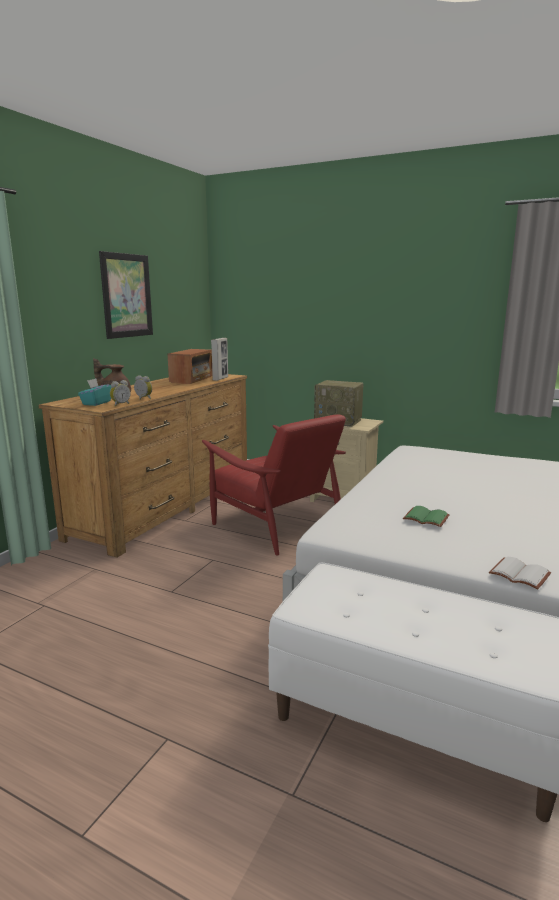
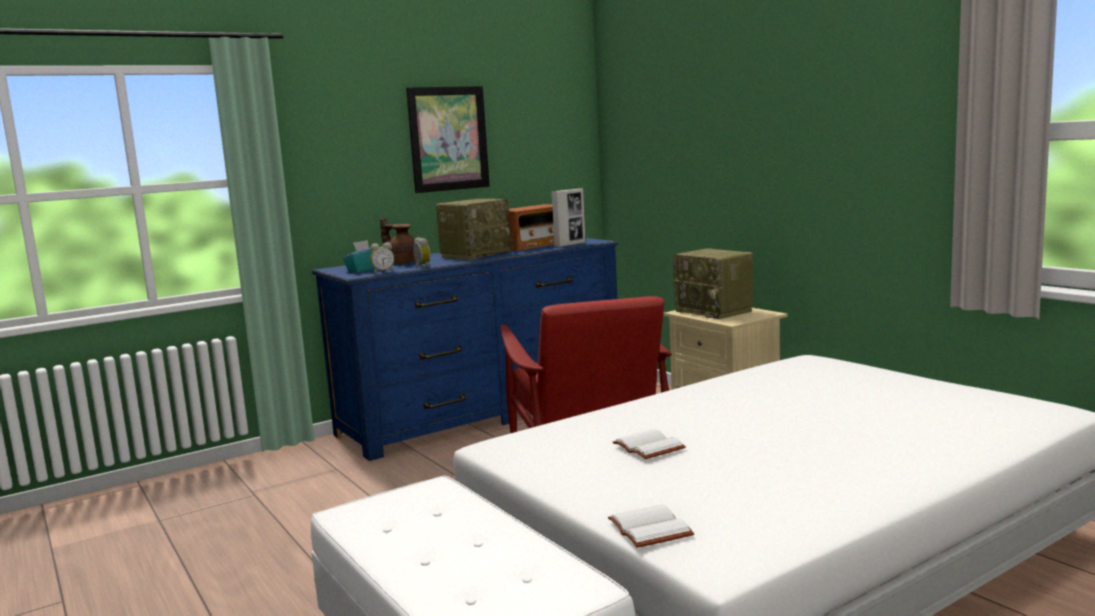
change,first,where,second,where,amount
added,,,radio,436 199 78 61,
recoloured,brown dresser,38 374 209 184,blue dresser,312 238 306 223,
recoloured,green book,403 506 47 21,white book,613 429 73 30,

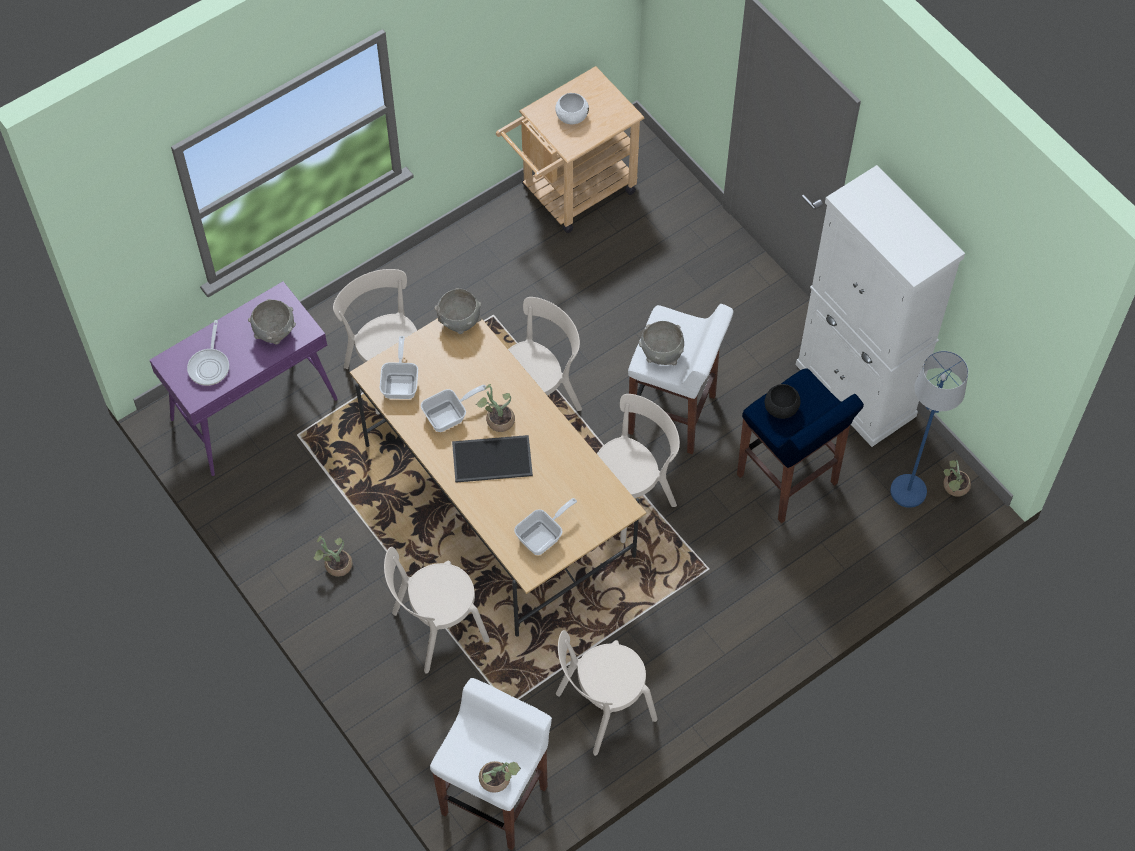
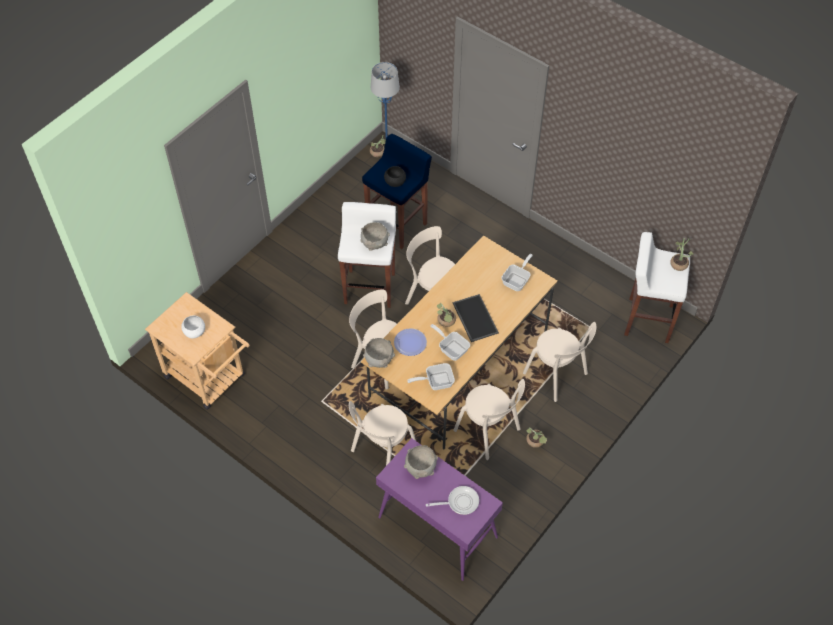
change,first,where,second,where,amount
removed,white cabinet,796 165 169 282,,,
added,,,plate,394 328 33 28,
moved,beige chair,556 630 102 126,,454 379 71 81,
turned,frying pan,514 498 63 57,,501 254 32 37,90 degrees clockwise

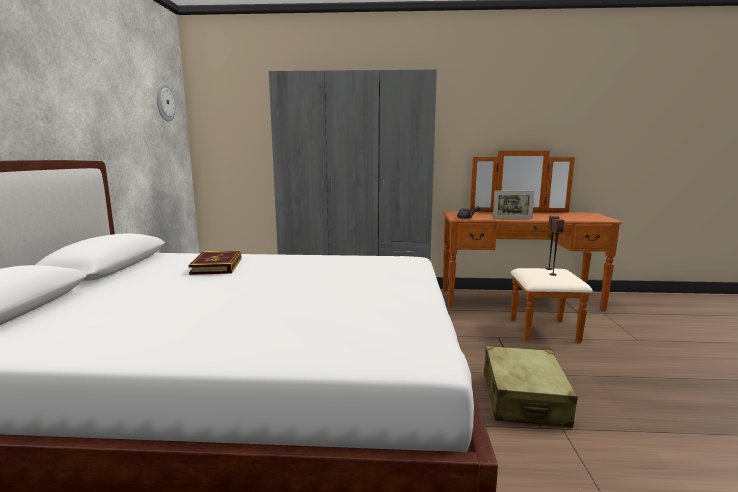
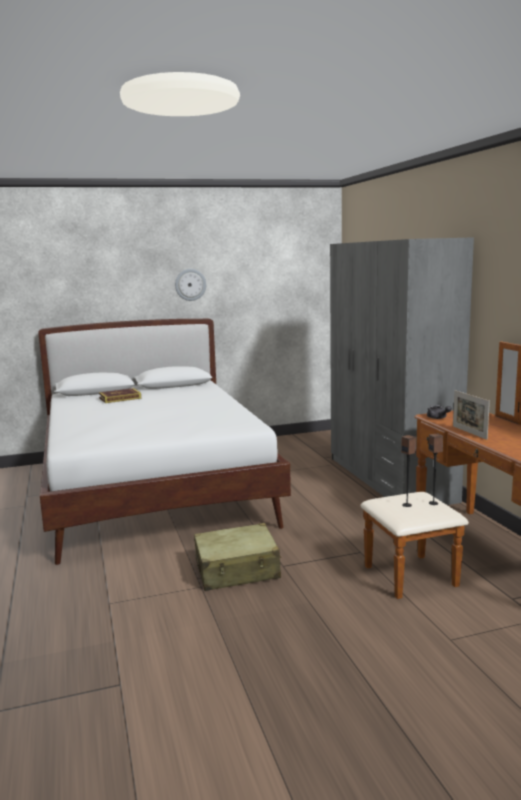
change,first,where,second,where,amount
moved,wall clock,156 83 20 38,,175 269 31 32,
moved,book,188 250 54 25,,99 388 42 15,

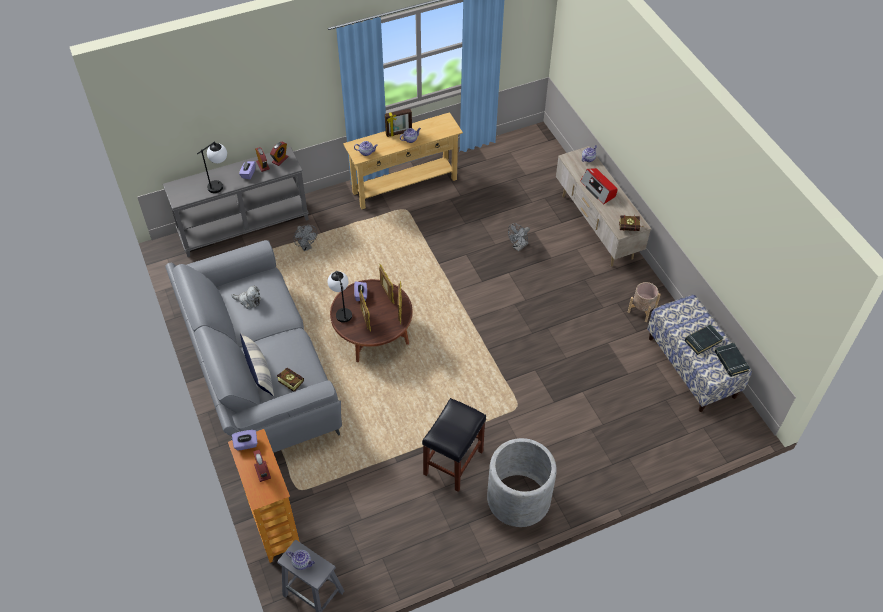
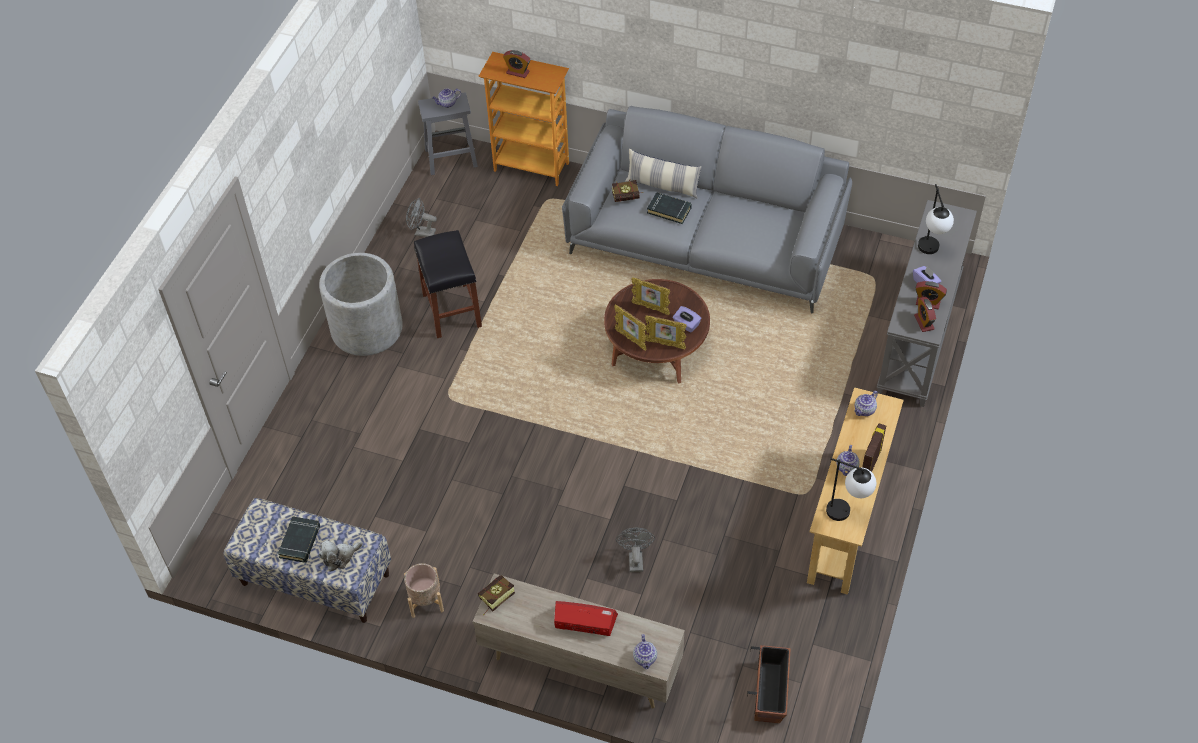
change,first,where,second,where,amount
removed,purple tissue box,232 430 25 21,,,
added,,,planter,747 645 44 78,
moved,plush toy,231 286 30 23,,319 540 44 31,
moved,grey fan,293 225 24 26,,406 198 31 39,
moved,table lamp,327 271 25 52,,826 458 50 63,
moved,black book,715 343 35 34,,647 192 45 32,

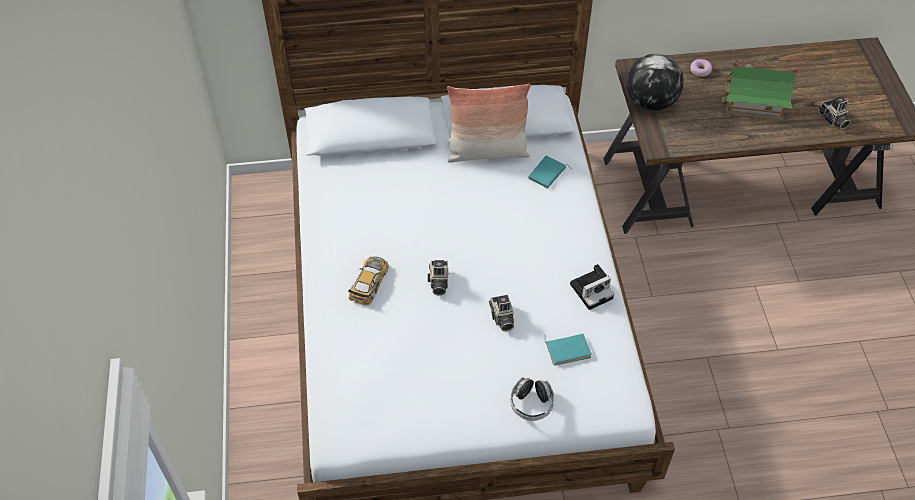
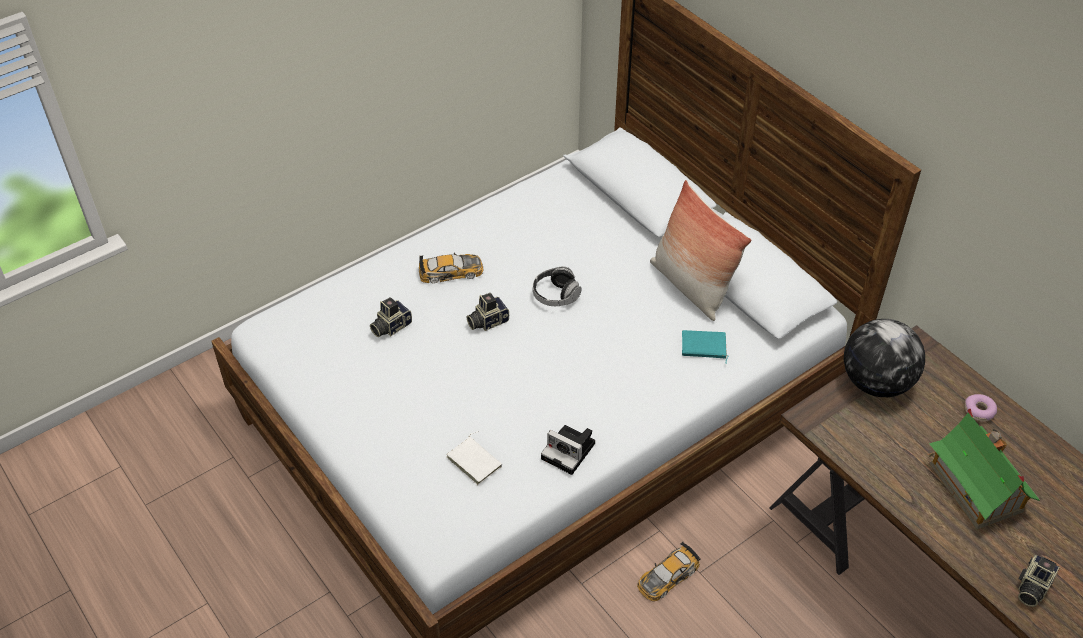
change,first,where,second,where,amount
added,,,toy car,637 542 64 60,
moved,photo camera,489 294 25 37,,370 297 42 40,
moved,headphones,511 377 43 44,,533 266 49 40,
recoloured,turquoise book,544 334 48 32,white book,447 431 55 54,

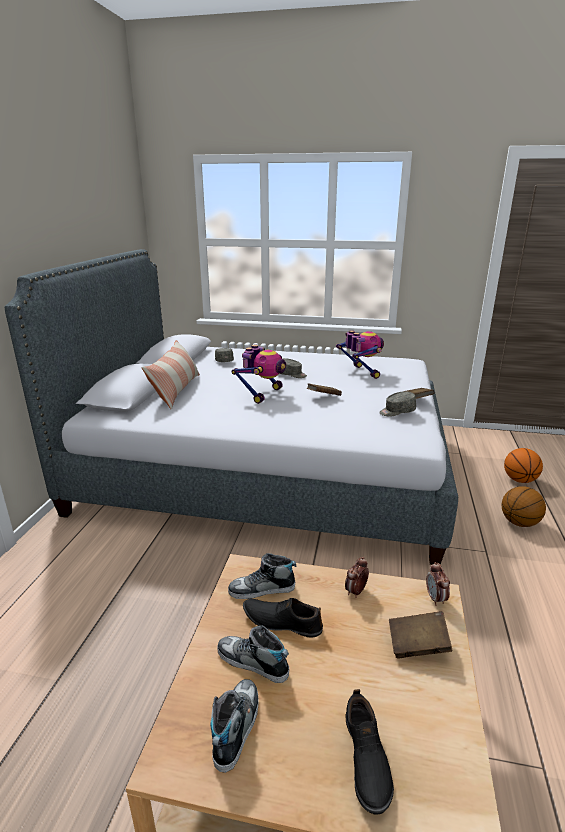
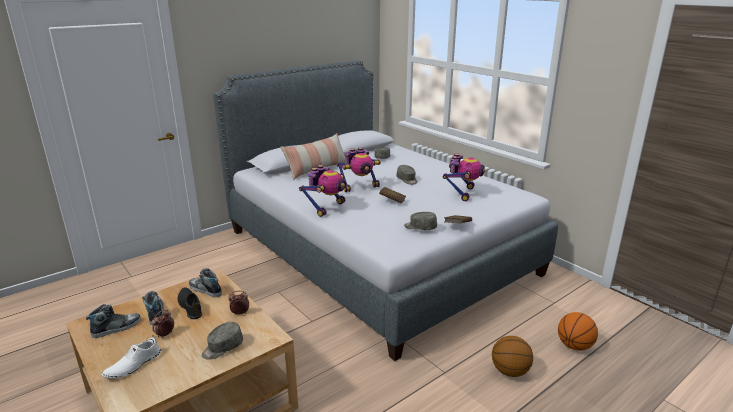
change,first,where,second,where,amount
added,,,toy robot,299 165 47 52,
moved,alarm clock,426 562 24 44,,152 310 22 28,
replaced,brown book,389 611 64 48,grey cap,202 322 41 38,
recoloured,black shoe,346 689 48 126,white shoe,102 335 59 44,

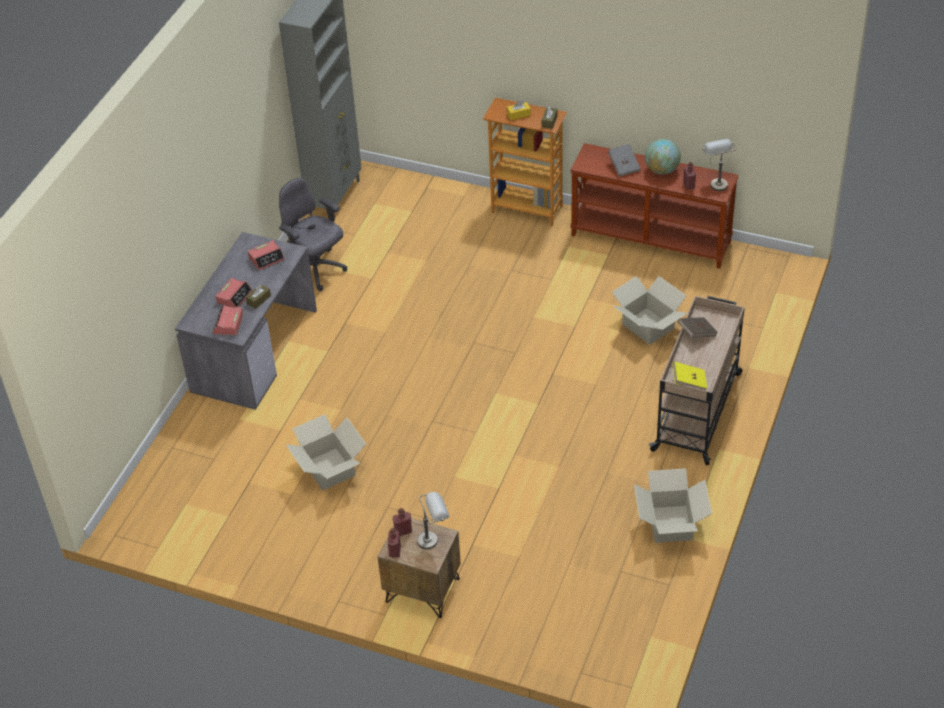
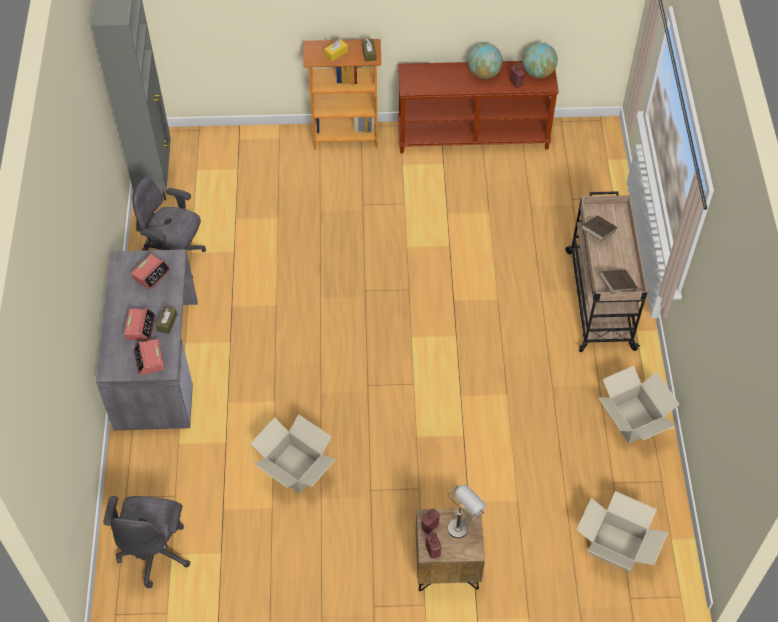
change,first,where,second,where,amount
removed,grey book,608 144 33 33,,,
added,,,grey office chair,103 496 88 92,
moved,cardboard box,612 276 75 69,,576 491 92 81,
replaced,grey table lamp,702 139 34 52,globe,523 43 35 35,
recoloured,yellow book,673 362 34 28,brown book,599 270 39 23,

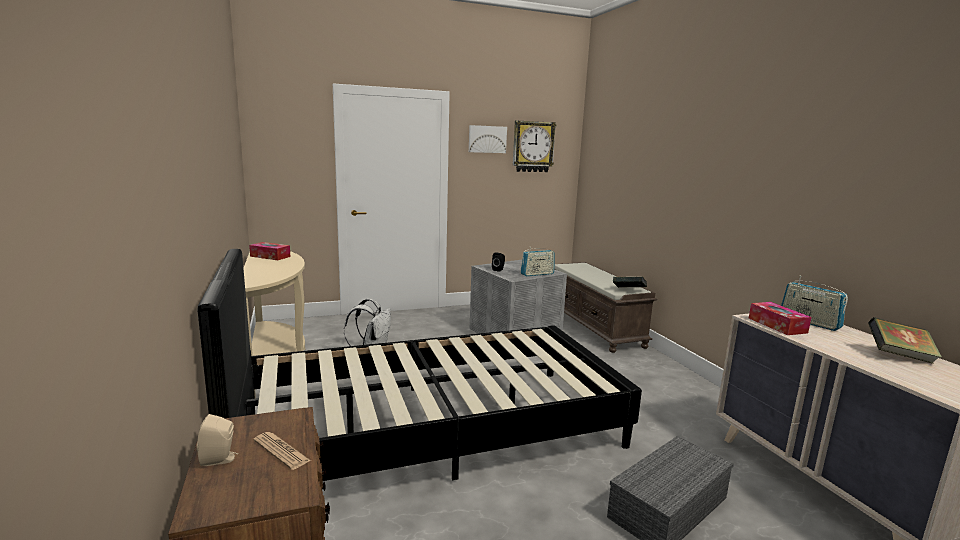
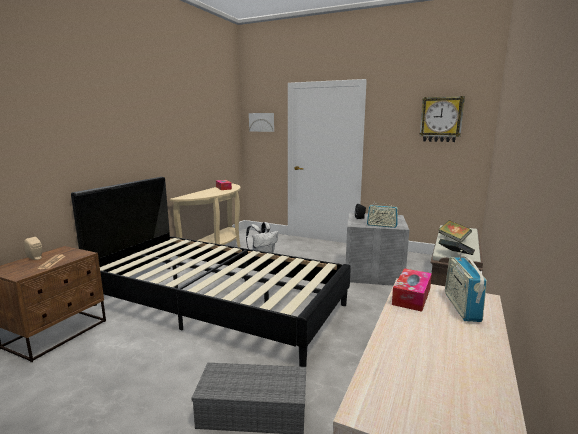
change,first,where,second,where,amount
moved,picture,469 125 38 28,,249 113 25 19,
moved,book,868 317 74 47,,439 220 33 23,

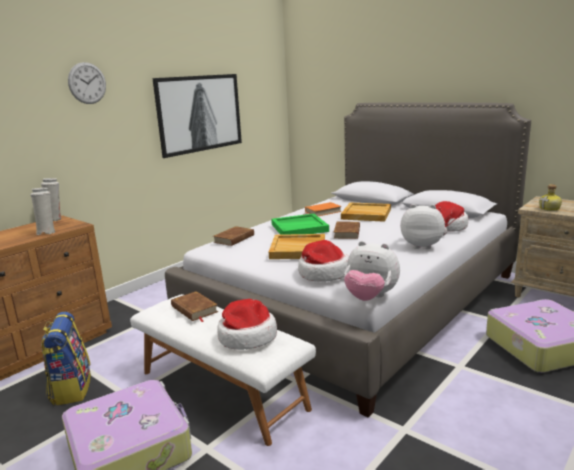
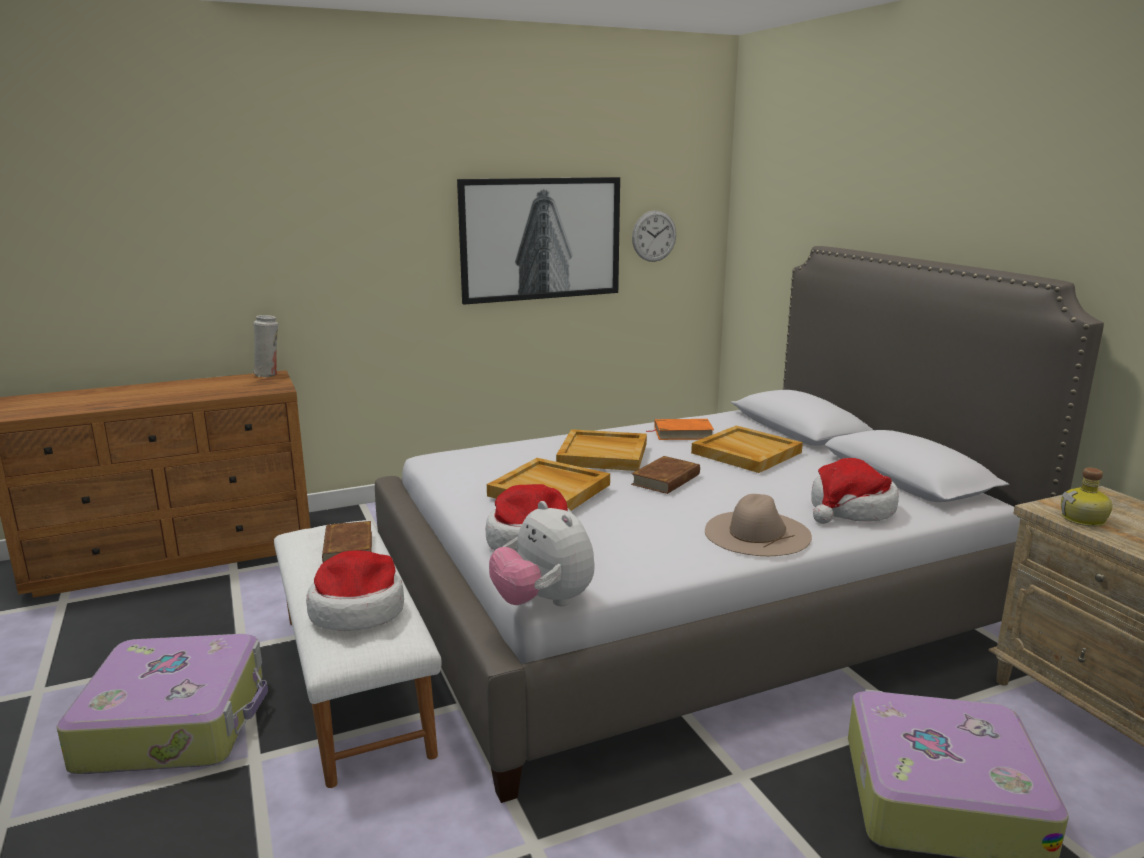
change,first,where,second,where,amount
removed,white vase,31 188 24 47,,,
removed,backpack,41 312 50 93,,,
removed,brown book,213 226 41 20,,,
moved,wall clock,68 62 38 42,,632 210 44 52,
replaced,plush toy,400 204 45 45,beige hat,705 494 107 62,
recoloured,green tray,271 214 58 21,beige tray,556 429 91 42,

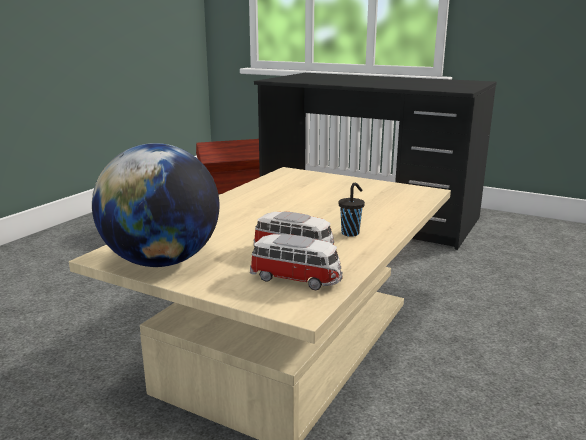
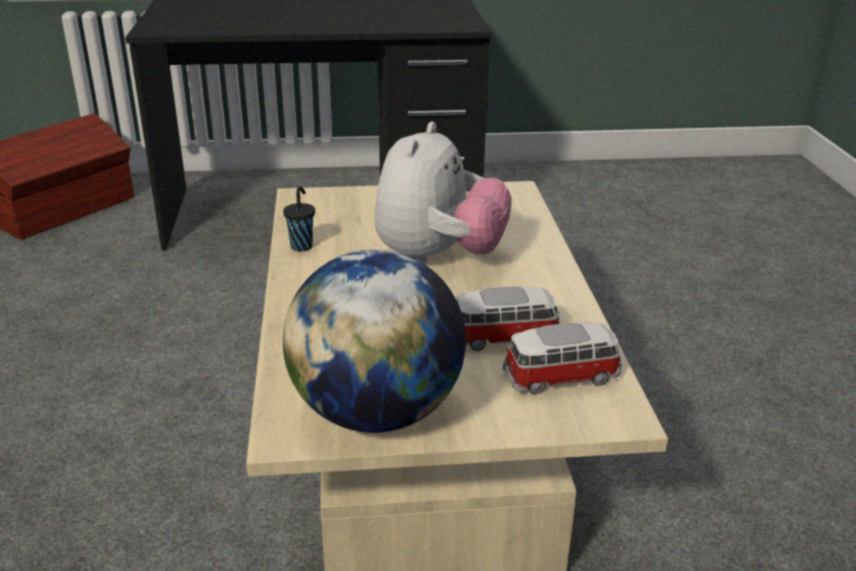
change,first,where,second,where,amount
added,,,plush toy,374 122 138 142,
moved,black cup,339 183 26 54,,283 186 32 66,

